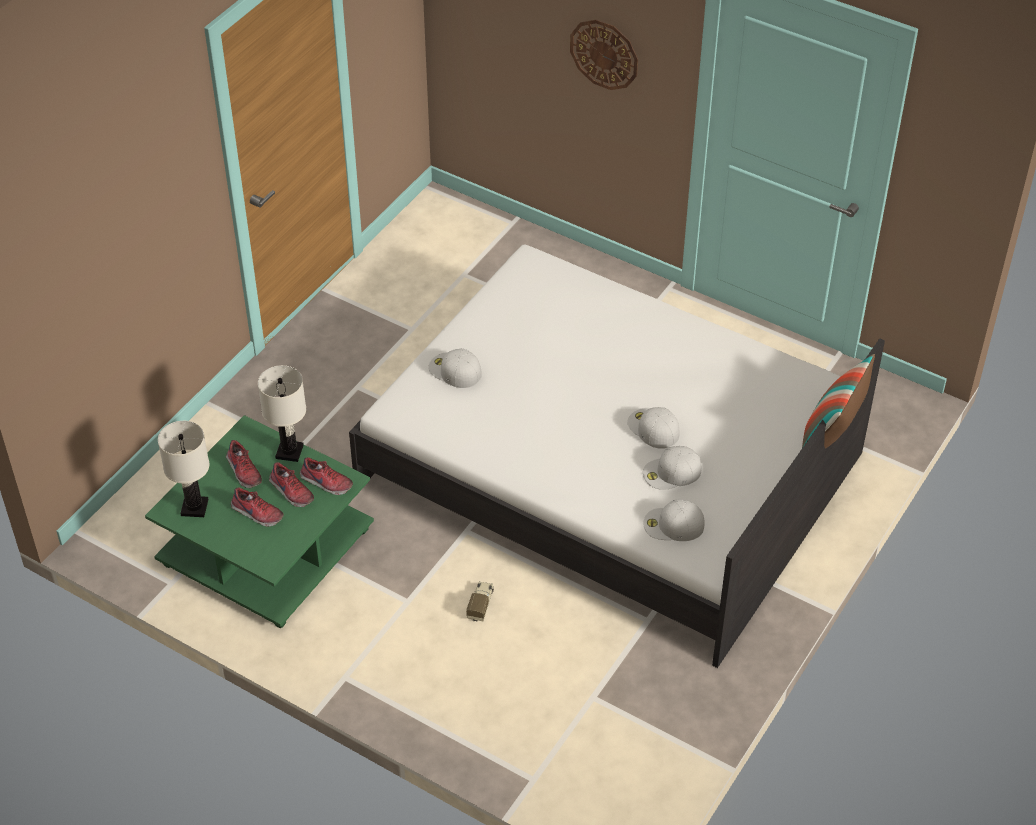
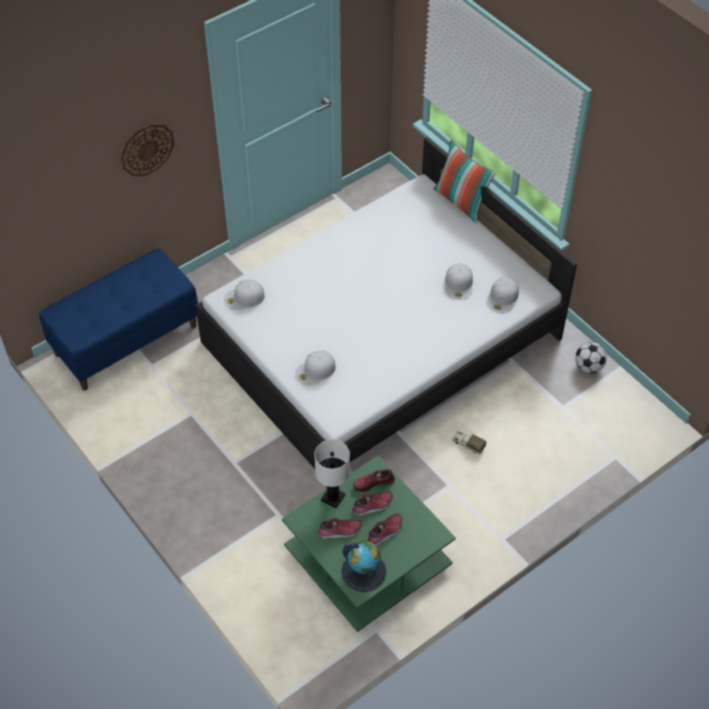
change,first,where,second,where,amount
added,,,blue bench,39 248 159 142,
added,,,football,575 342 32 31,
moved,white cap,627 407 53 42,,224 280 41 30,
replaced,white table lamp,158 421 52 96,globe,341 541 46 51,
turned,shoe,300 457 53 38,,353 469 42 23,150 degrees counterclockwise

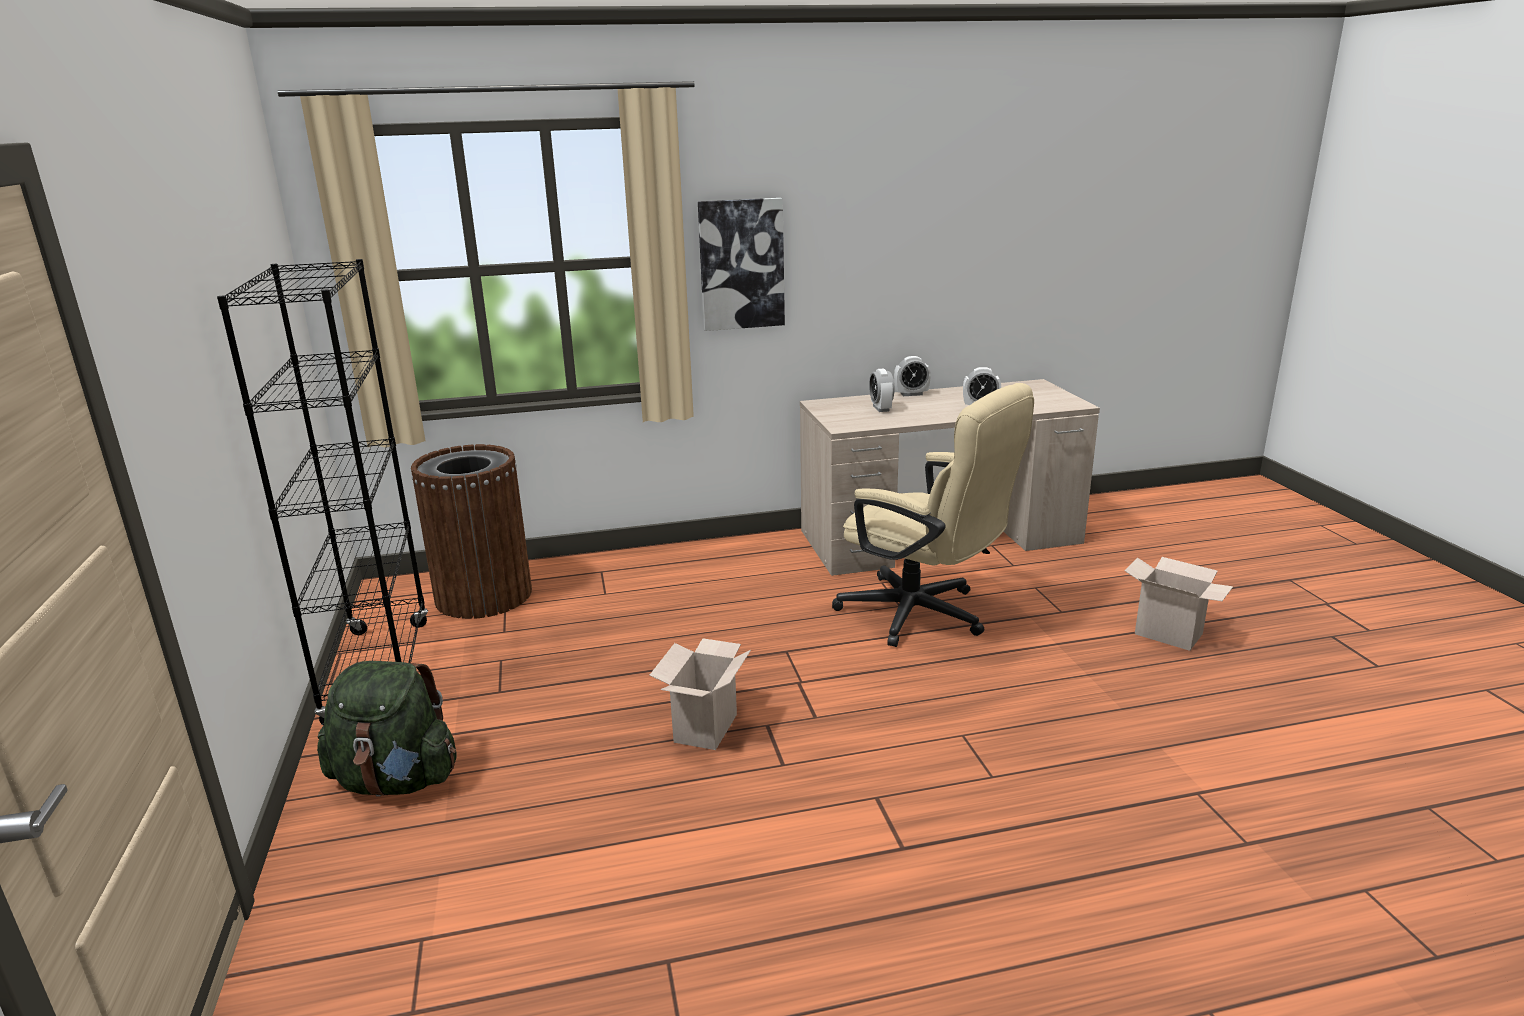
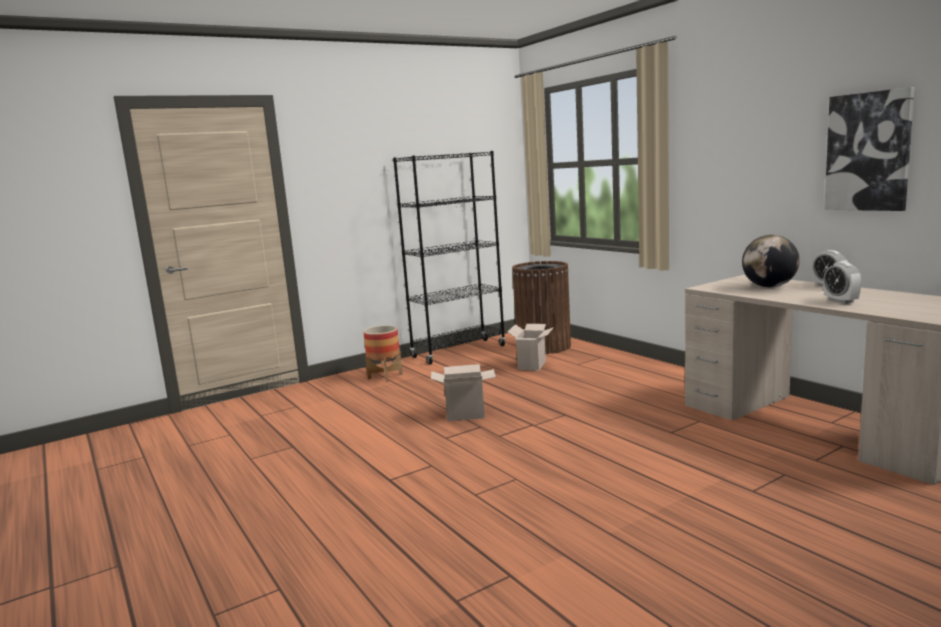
change,first,where,second,where,amount
removed,beige office chair,832 383 202 264,,,
moved,picture,698 198 87 133,,824 87 90 124,
moved,cardboard box,1124 557 109 94,,508 324 46 47,
replaced,green backpack,317 661 139 136,planter,364 325 39 57,
replaced,alarm clock,869 369 25 43,globe,742 235 58 52,

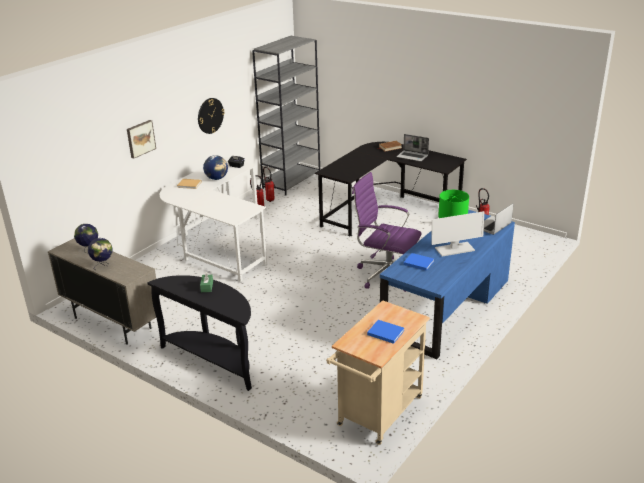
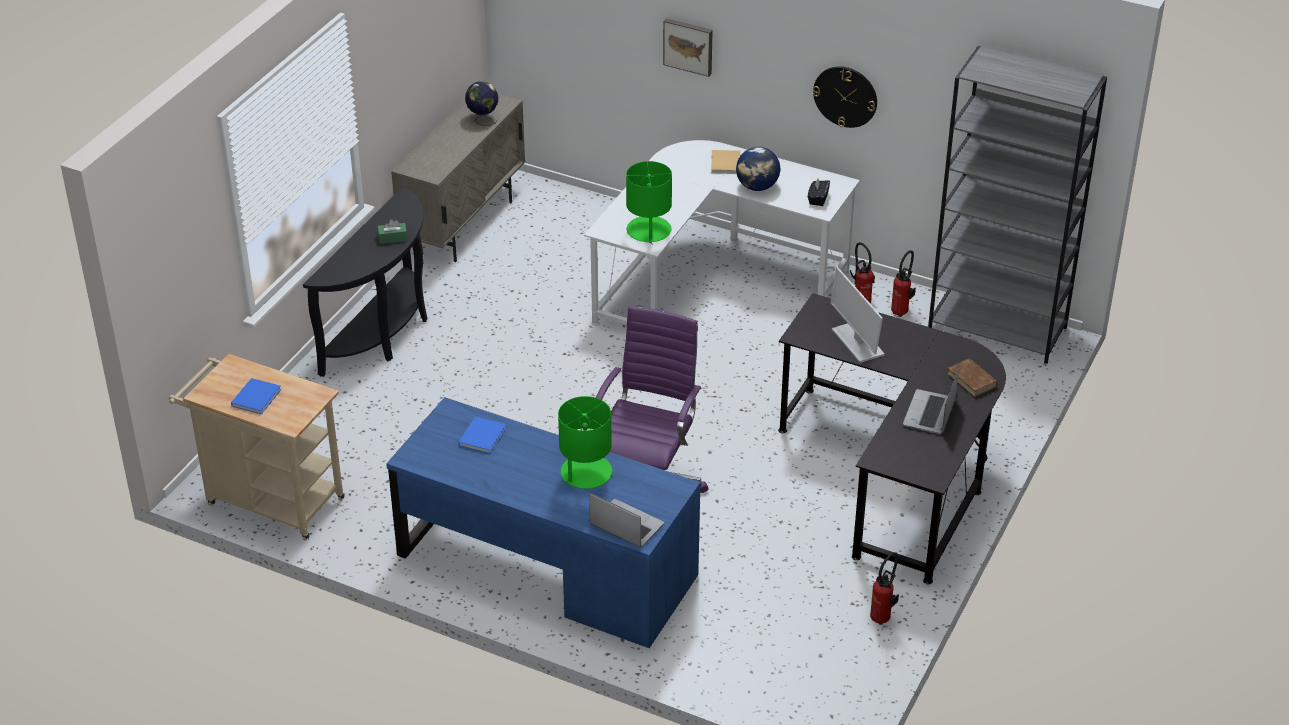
change,first,where,second,where,amount
removed,globe,88 238 25 32,,,
added,,,green table lamp,626 161 46 83,
moved,monitor,431 211 53 45,,831 267 54 96,

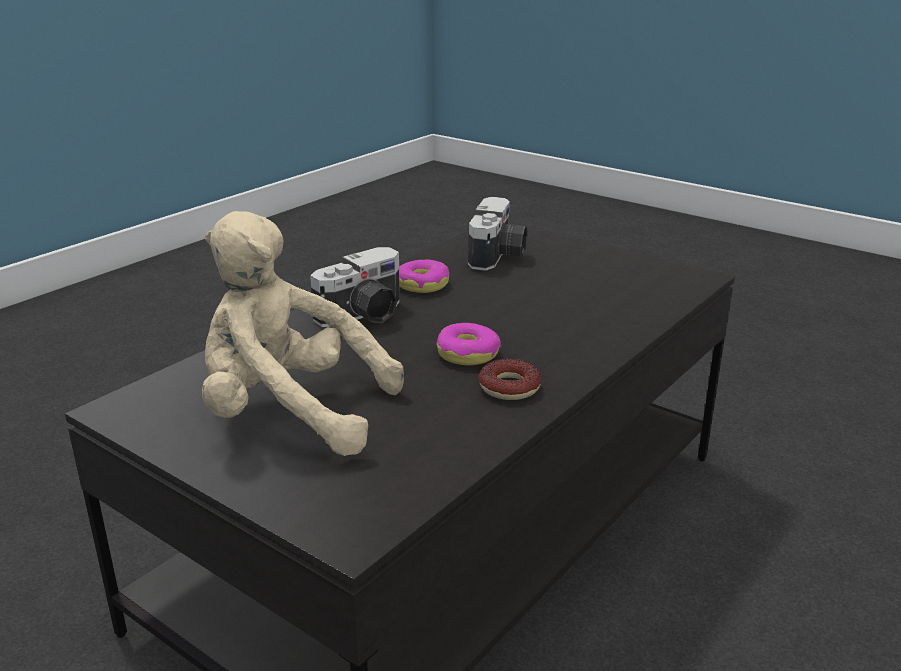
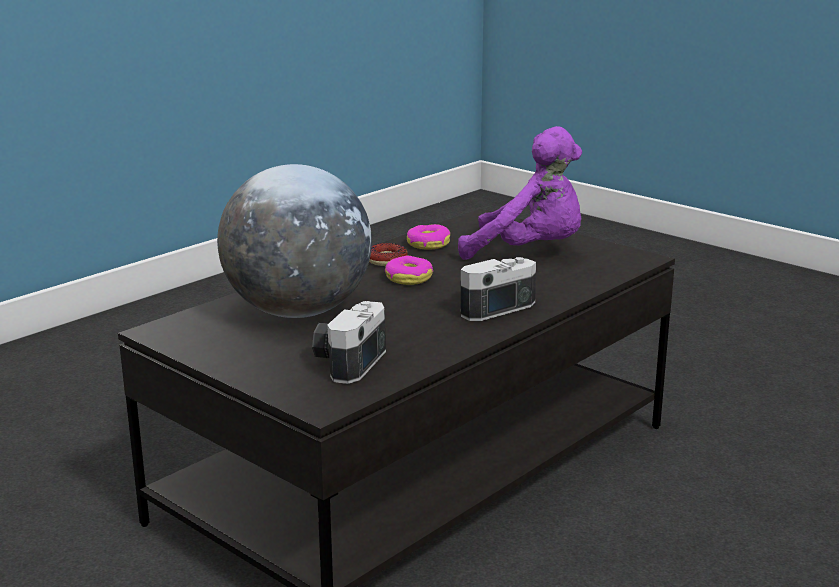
change,first,where,second,where,amount
added,,,globe,217 164 155 154,
moved,donut,399 260 50 33,,407 224 43 26,
recoloured,beige plush toy,202 211 202 245,purple plush toy,458 126 124 134,

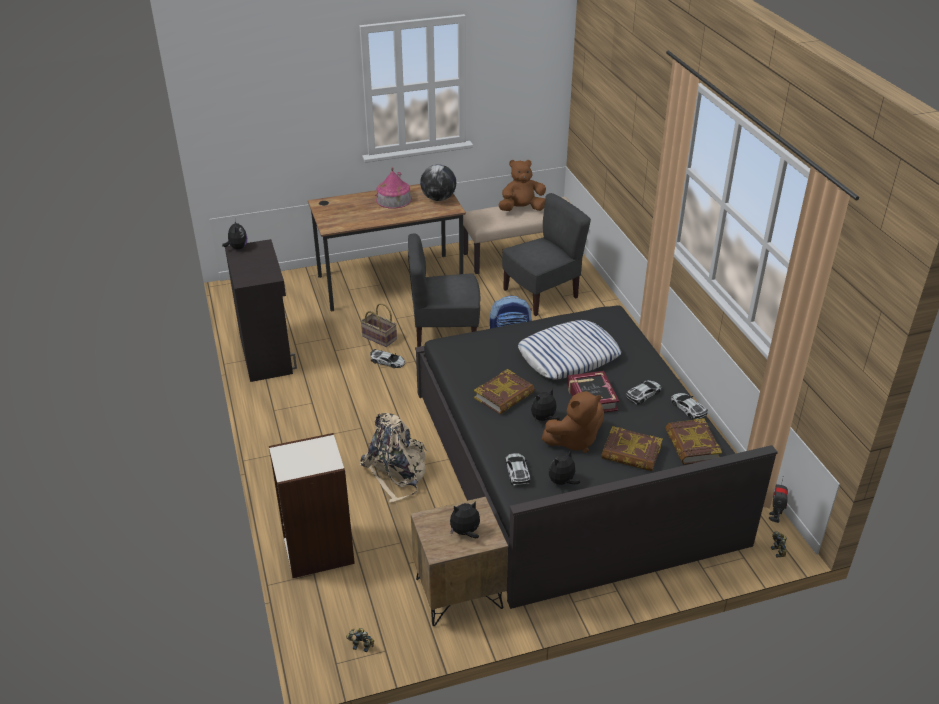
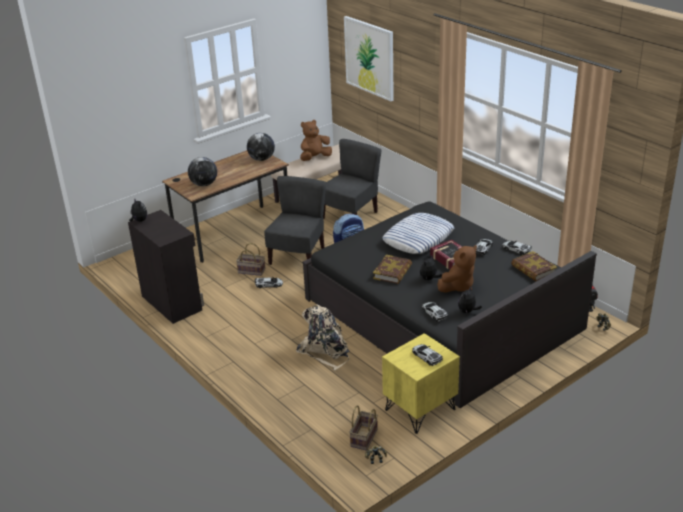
change,first,where,second,where,amount
removed,bookcase,269 433 86 145,,,
removed,toy house,375 167 37 42,,,
removed,book,602 426 61 45,,,
added,,,globe,188 157 29 29,
added,,,picture,344 16 50 85,
added,,,basket,349 405 29 46,
replaced,plush toy,450 501 30 37,toy car,412 344 31 22,
recoloured,brown nightstand,411 497 97 129,yellow nightstand,382 333 78 101,
turned,grey chair,408 234 72 113,,264 176 62 89,135 degrees clockwise

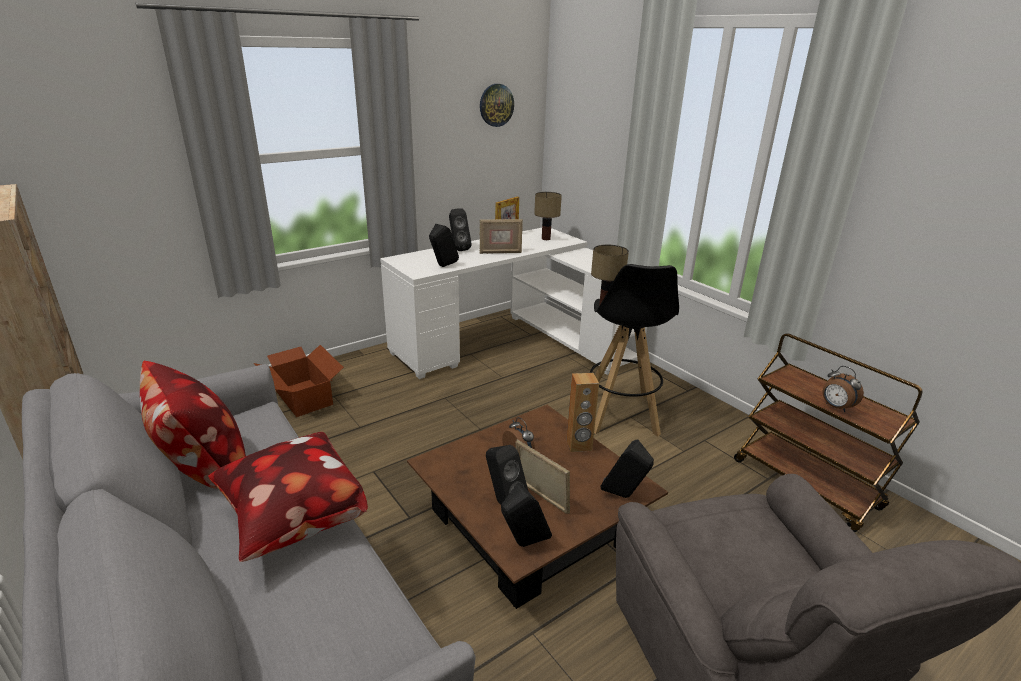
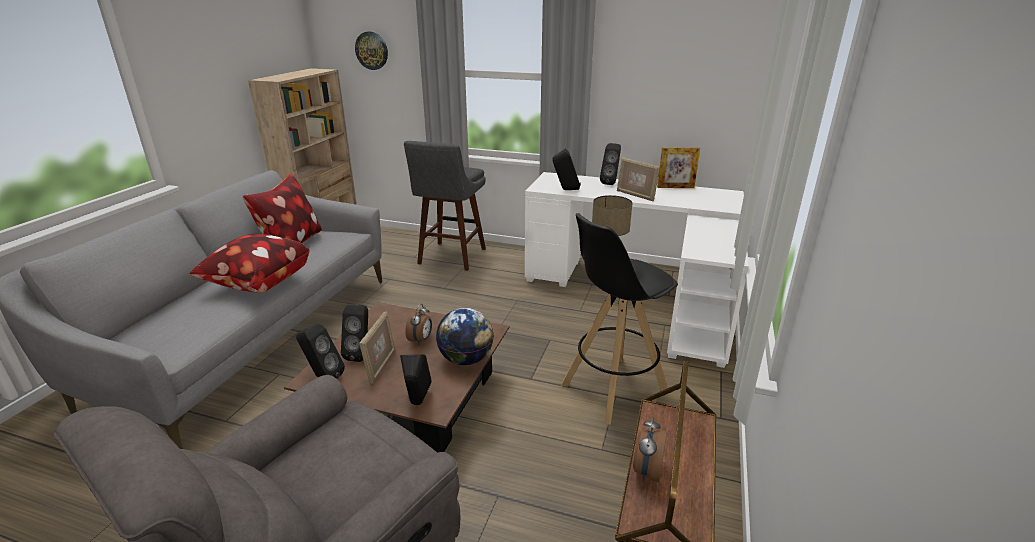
change,first,where,second,where,amount
removed,table lamp,534 192 28 48,,,
moved,wall clock,480 84 34 43,,355 32 33 38,
replaced,cardboard box,254 345 90 72,grey stool,404 141 82 130,
replaced,brown speaker,567 373 32 79,globe,436 308 58 57,

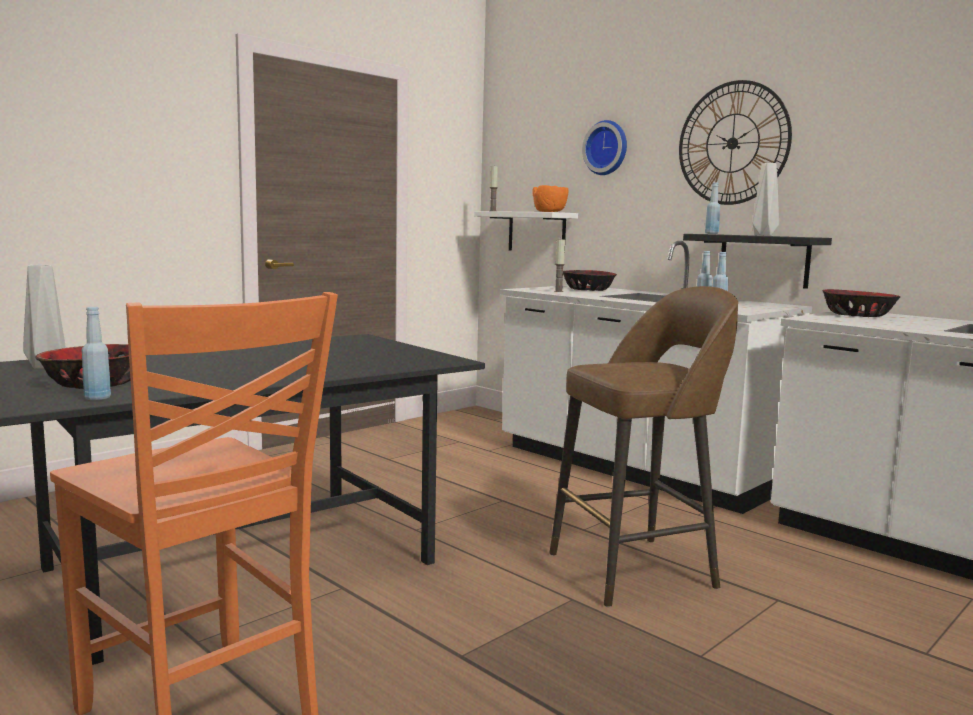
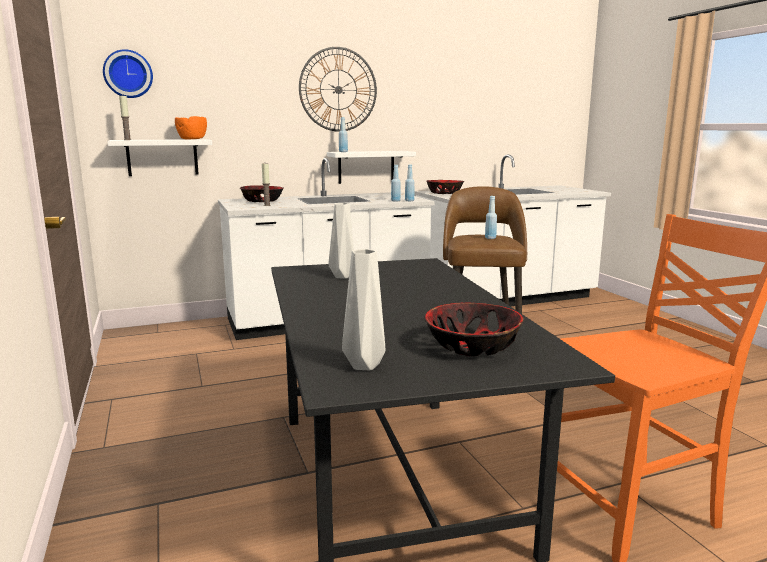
change,first,where,second,where,amount
moved,blue bottle,82 307 29 93,,485 196 12 43,
moved,wall clock,582 120 45 55,,103 49 50 49,
moved,grey vase,753 163 26 73,,328 203 26 76,
recoloured,black shelf,683 234 149 55,white shelf,327 151 89 33,

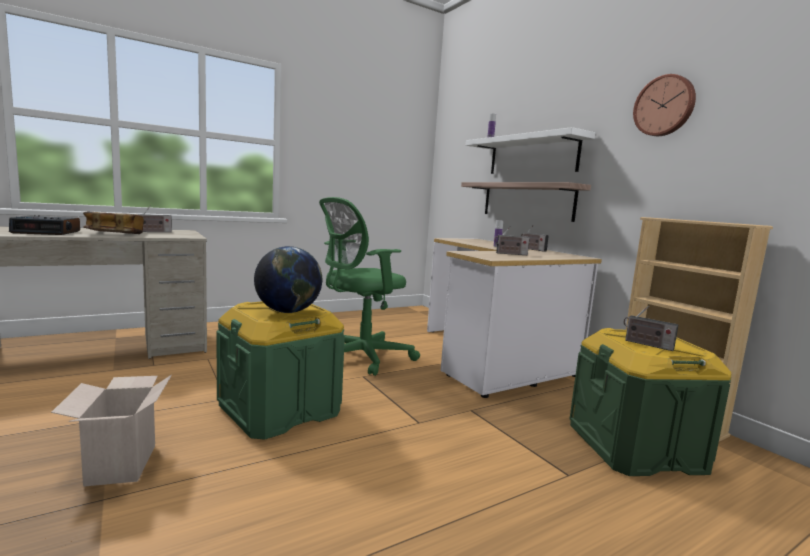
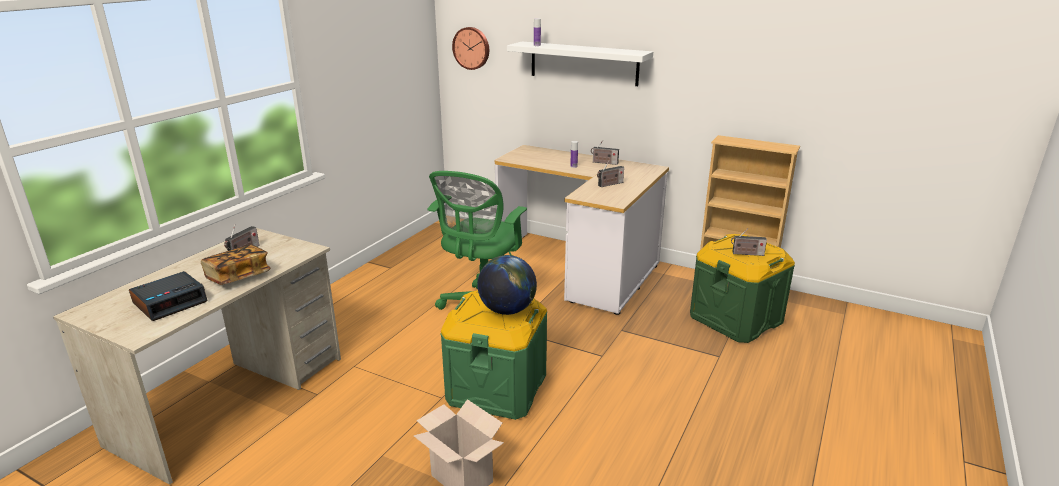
change,first,where,second,where,amount
removed,shelf,461 182 130 40,,,
moved,wall clock,633 74 63 62,,452 27 37 43,

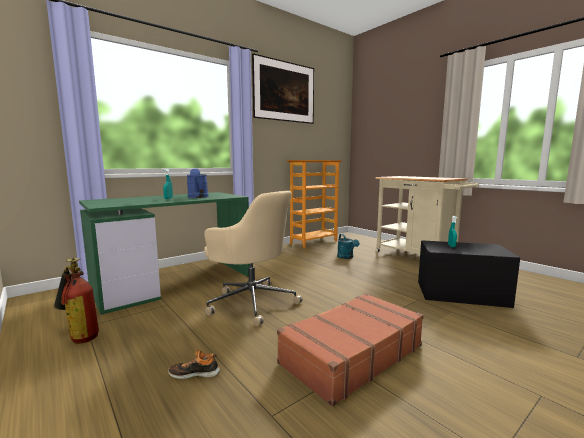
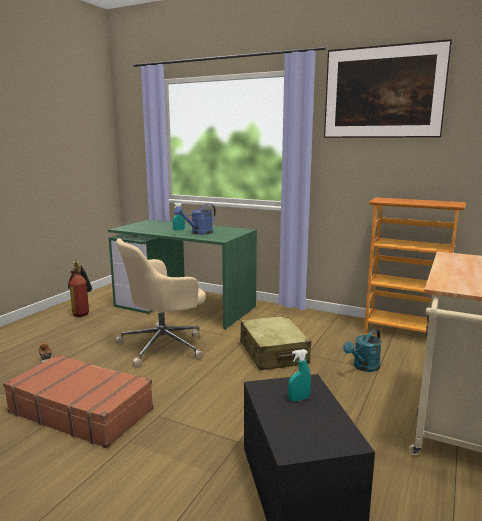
change,first,where,second,where,amount
added,,,beige suitcase,240 315 71 56,
turned,beige office chair,204 191 99 135,,115 238 91 130,45 degrees clockwise

